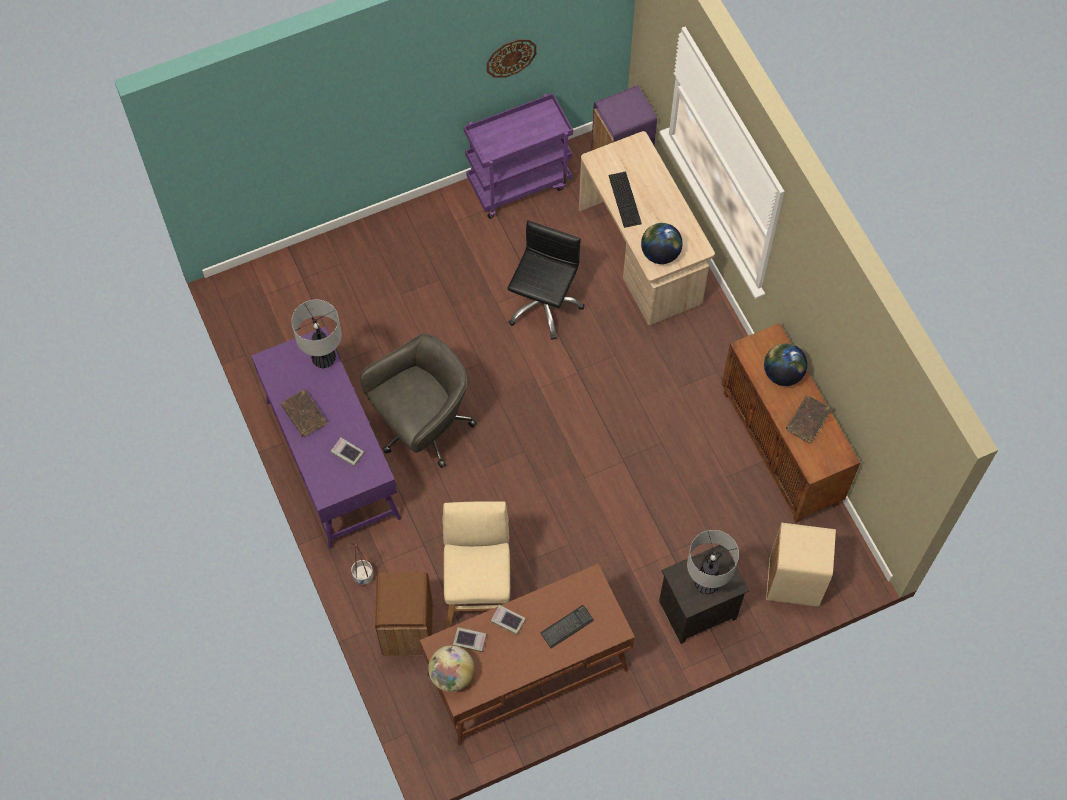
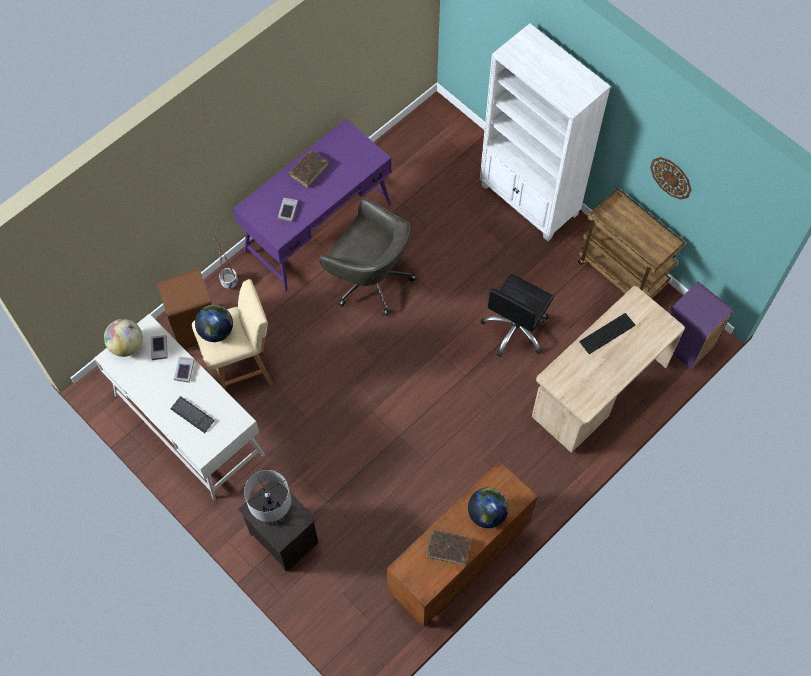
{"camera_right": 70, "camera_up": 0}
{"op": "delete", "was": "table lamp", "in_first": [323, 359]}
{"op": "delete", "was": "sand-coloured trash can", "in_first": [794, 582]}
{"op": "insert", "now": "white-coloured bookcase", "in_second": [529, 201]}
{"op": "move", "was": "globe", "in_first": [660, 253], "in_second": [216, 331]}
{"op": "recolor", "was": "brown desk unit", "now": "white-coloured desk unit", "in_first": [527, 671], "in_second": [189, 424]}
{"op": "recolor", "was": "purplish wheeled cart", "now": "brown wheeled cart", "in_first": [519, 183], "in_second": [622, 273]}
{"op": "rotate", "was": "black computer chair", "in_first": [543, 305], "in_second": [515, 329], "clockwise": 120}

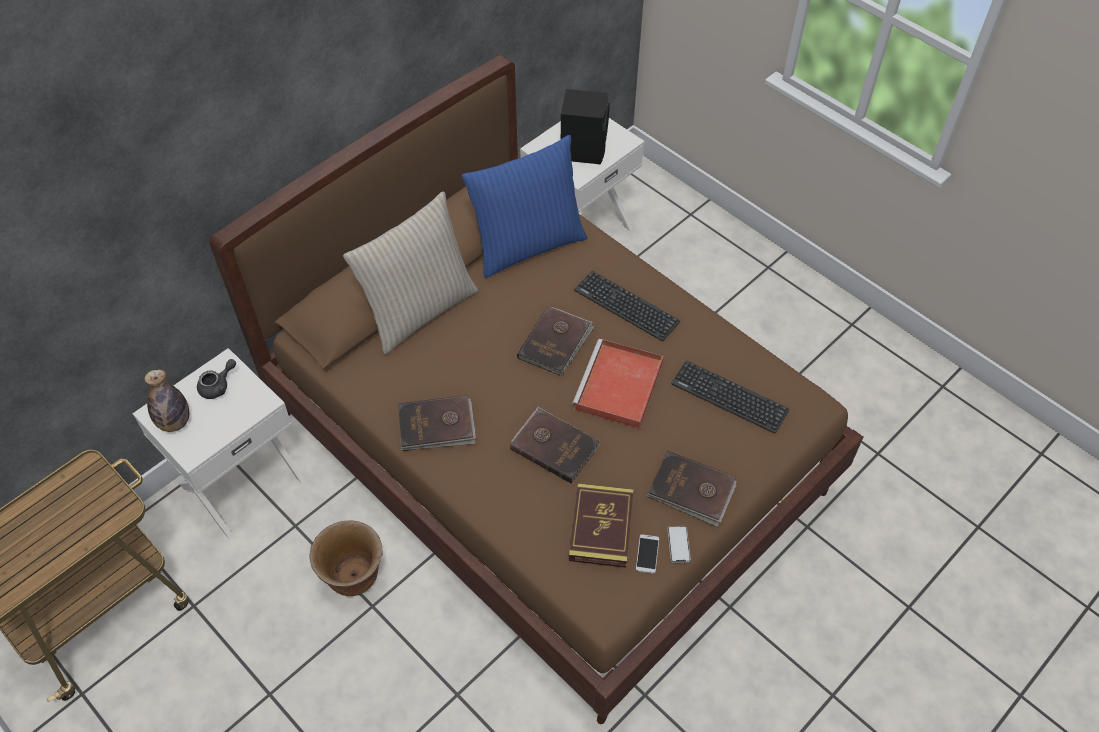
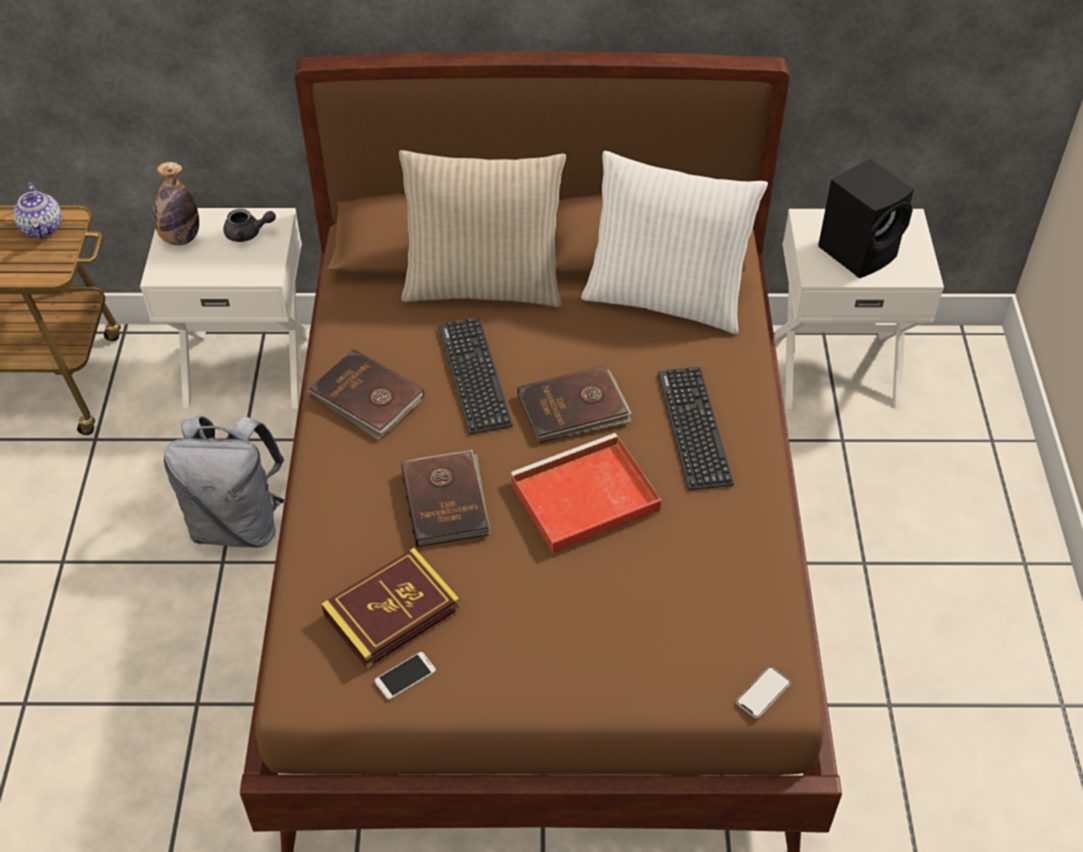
{"camera_right": 45, "camera_up": -5}
{"op": "delete", "was": "brown volume", "in_first": [691, 490]}
{"op": "insert", "now": "pot for tea", "in_second": [42, 227]}
{"op": "move", "was": "phone", "in_first": [678, 544], "in_second": [763, 693]}
{"op": "move", "was": "computer keyboard", "in_first": [729, 397], "in_second": [474, 375]}
{"op": "replace", "was": "brown plant pot", "now": "gray rucksack", "in_first": [354, 577], "in_second": [238, 524]}
{"op": "recolor", "was": "bluish cushion", "now": "white-coloured cushion", "in_first": [527, 245], "in_second": [665, 298]}

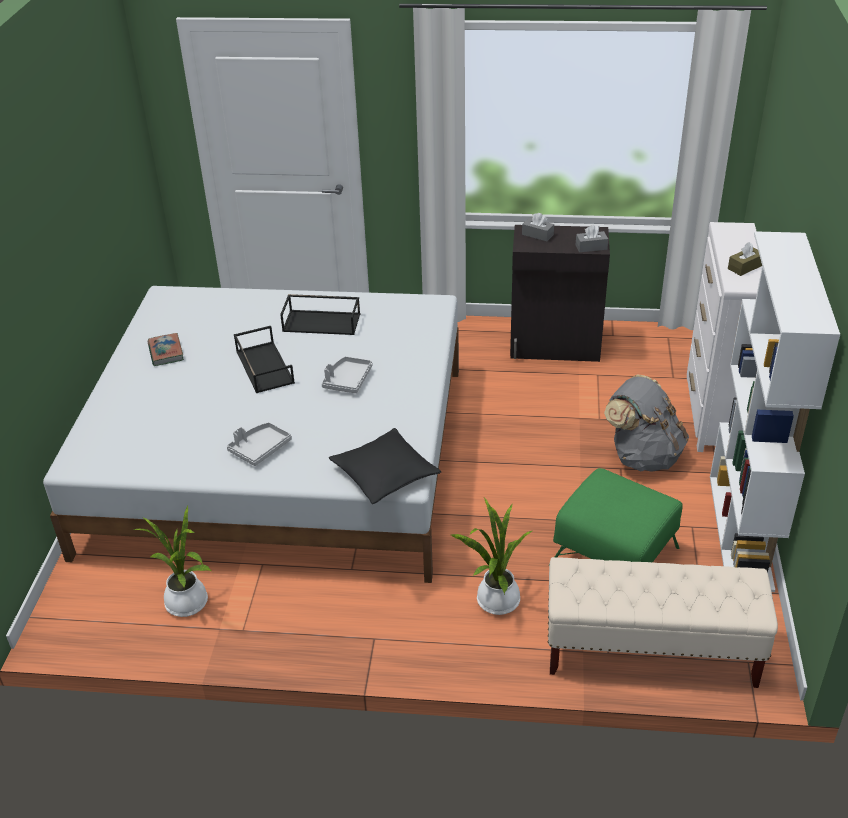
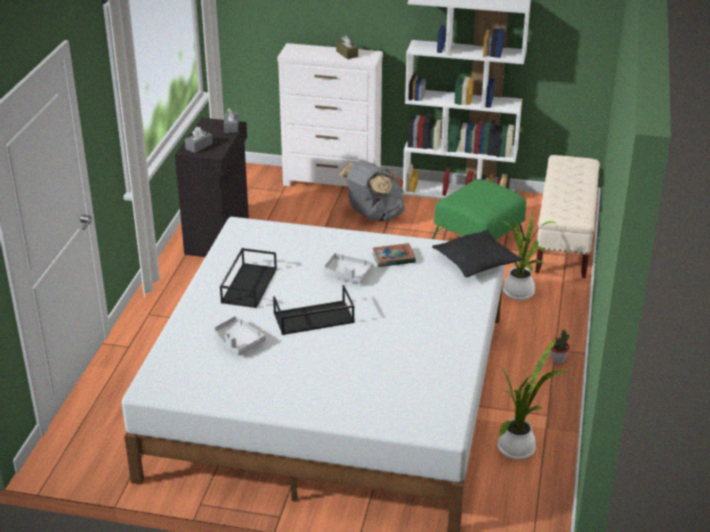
{"camera_right": -85, "camera_up": -5}
{"op": "insert", "now": "houseplant", "in_second": [558, 360]}
{"op": "move", "was": "volume", "in_first": [166, 352], "in_second": [393, 258]}
{"op": "move", "was": "gray carrying tray", "in_first": [260, 449], "in_second": [237, 342]}

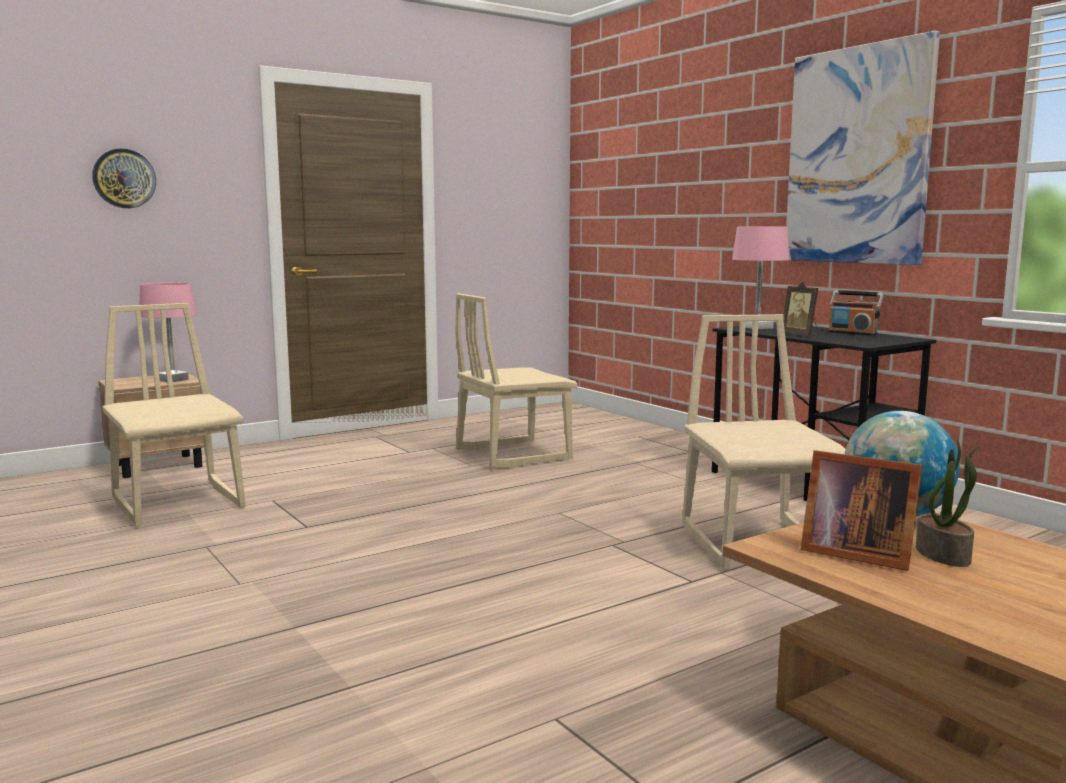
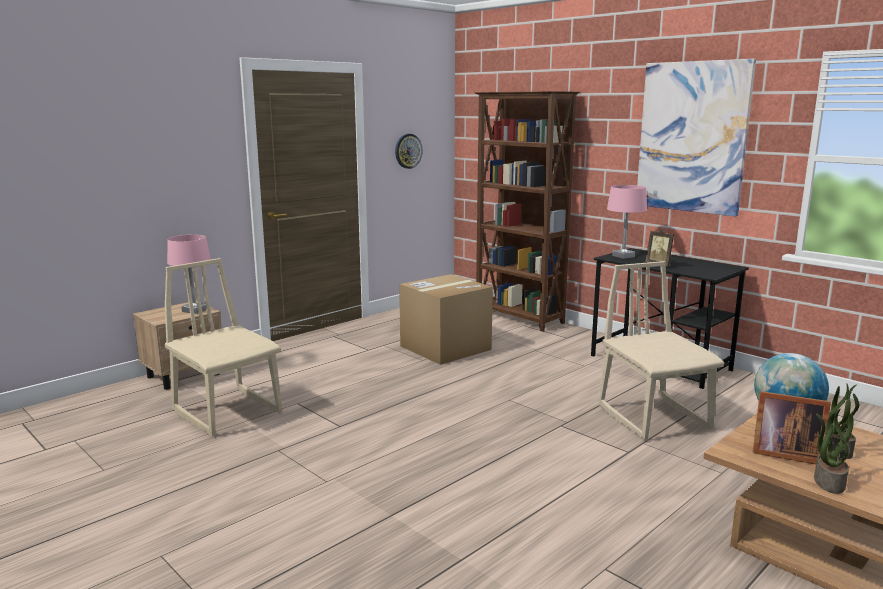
{"camera_right": -10, "camera_up": 5}
{"op": "delete", "was": "radio", "in_first": [853, 333]}
{"op": "insert", "now": "brown bookcase", "in_second": [519, 318]}
{"op": "insert", "now": "houseplant", "in_second": [828, 482]}
{"op": "move", "was": "clock on the wall", "in_first": [124, 178], "in_second": [408, 151]}
{"op": "replace", "was": "sand-coloured upright chair", "now": "carton", "in_first": [513, 454], "in_second": [445, 348]}

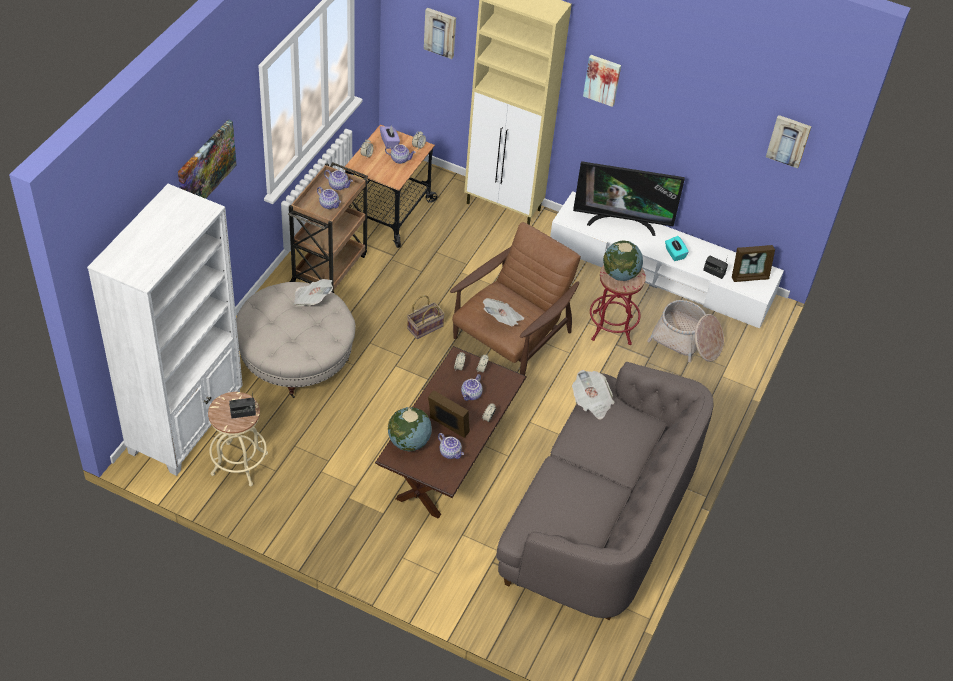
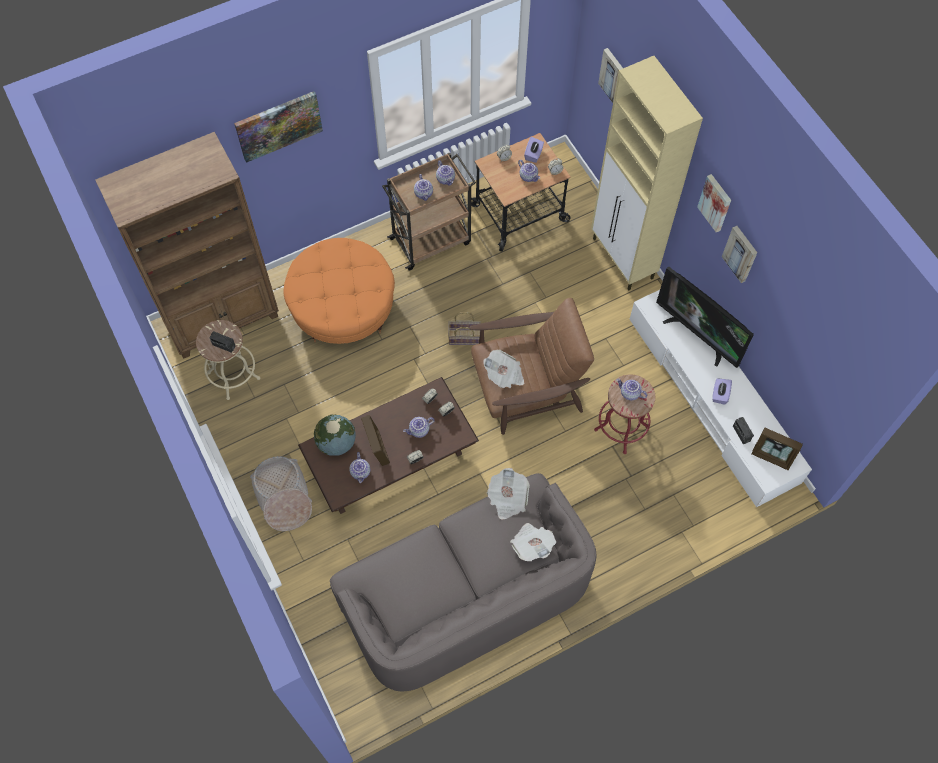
{"camera_right": 40, "camera_up": 15}
{"op": "move", "was": "printed paper", "in_first": [312, 300], "in_second": [532, 545]}
{"op": "move", "was": "household basket", "in_first": [686, 341], "in_second": [283, 497]}
{"op": "move", "was": "wall picture", "in_first": [789, 140], "in_second": [741, 253]}
{"op": "replace", "was": "globe", "now": "pot for tea", "in_first": [620, 274], "in_second": [629, 393]}
{"op": "recolor", "was": "white-coloured bookcase", "now": "brown bookcase", "in_first": [187, 423], "in_second": [223, 318]}
{"op": "recolor", "was": "sand-coloured pouffe", "now": "orange-coloured pouffe", "in_first": [296, 358], "in_second": [343, 308]}
{"op": "recolor", "was": "blue-green box of tissues", "now": "purplish box of tissues", "in_first": [674, 254], "in_second": [719, 394]}

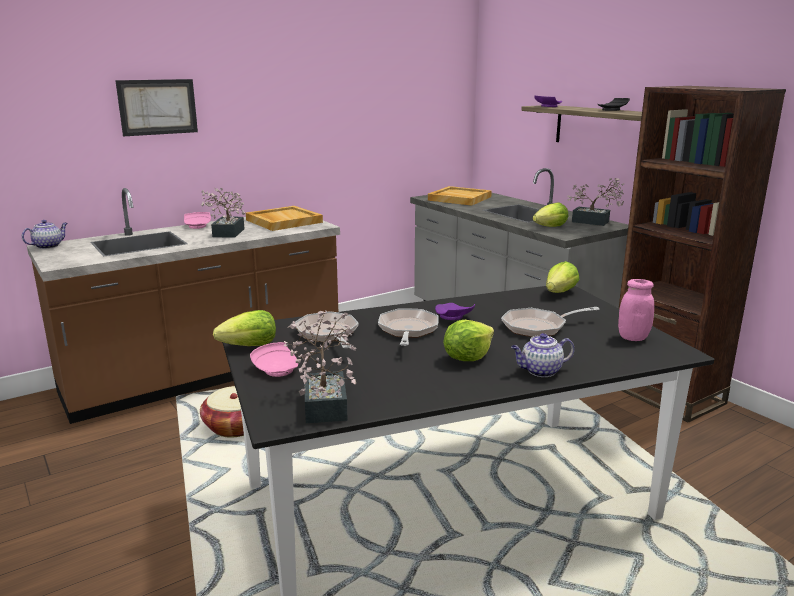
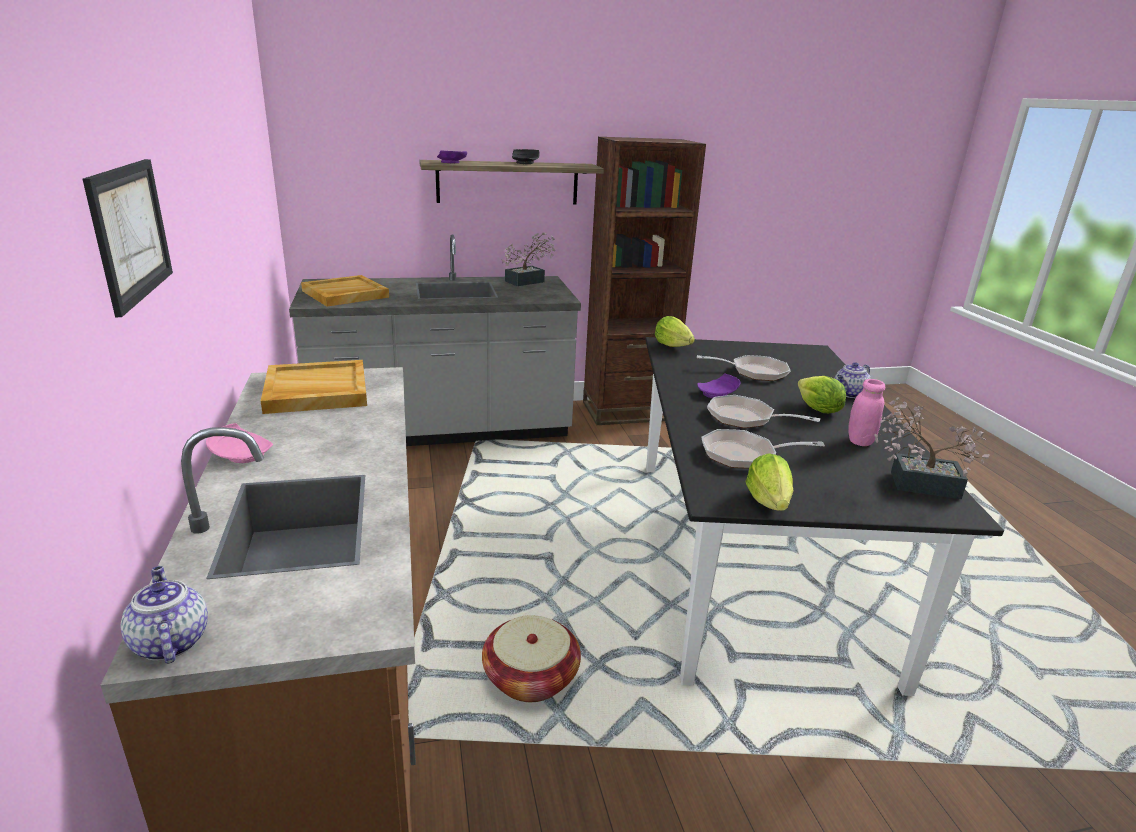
{"camera_right": -70, "camera_up": 5}
{"op": "delete", "was": "houseplant", "in_first": [226, 234]}
{"op": "delete", "was": "pink plate", "in_first": [277, 369]}
{"op": "delete", "was": "lettuce", "in_first": [550, 227]}
{"op": "move", "was": "pink jar", "in_first": [633, 337], "in_second": [860, 441]}
{"op": "rotate", "was": "pan", "in_first": [538, 327], "in_second": [754, 372], "clockwise": -90}
{"op": "rotate", "was": "pot for tea", "in_first": [540, 371], "in_second": [849, 394], "clockwise": 45}

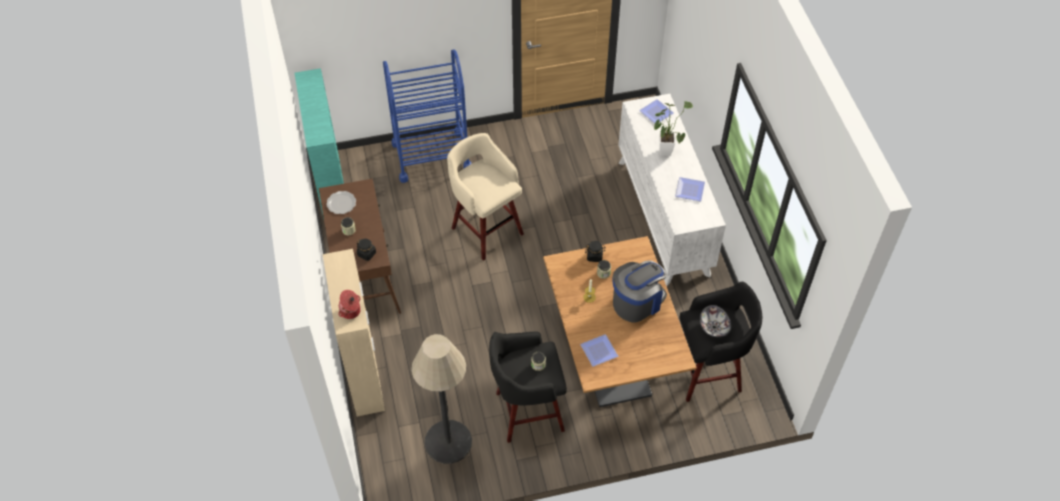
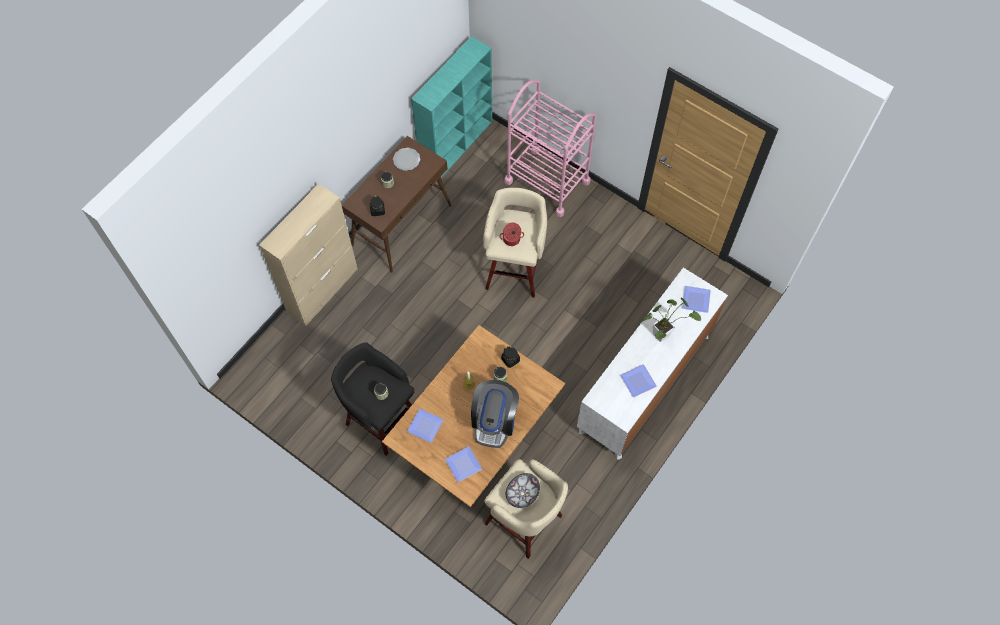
{"camera_right": 50, "camera_up": 10}
{"op": "delete", "was": "standing lamp", "in_first": [448, 442]}
{"op": "insert", "now": "plate", "in_second": [464, 465]}
{"op": "move", "was": "cooking pot", "in_first": [351, 311], "in_second": [511, 239]}
{"op": "recolor", "was": "bluish wheeled cart", "now": "pink wheeled cart", "in_first": [431, 156], "in_second": [547, 181]}
{"op": "recolor", "was": "black stool seat", "now": "sand-coloured stool seat", "in_first": [708, 372], "in_second": [525, 521]}
{"op": "rotate", "was": "coffee brewer", "in_first": [637, 302], "in_second": [494, 420], "clockwise": 90}

